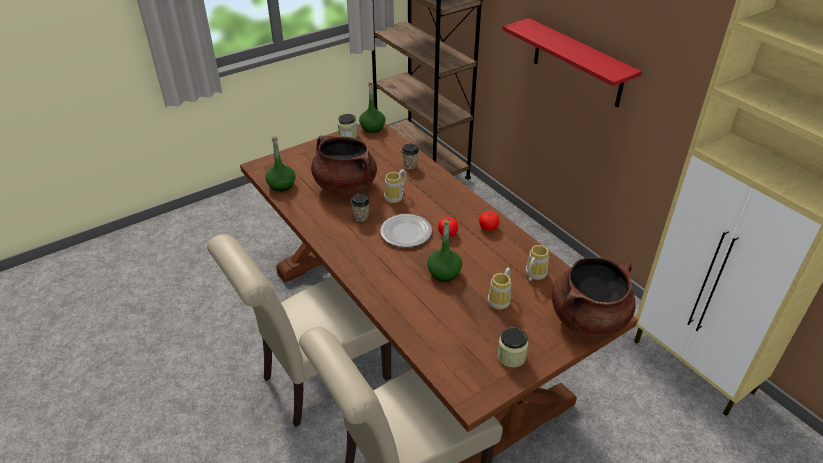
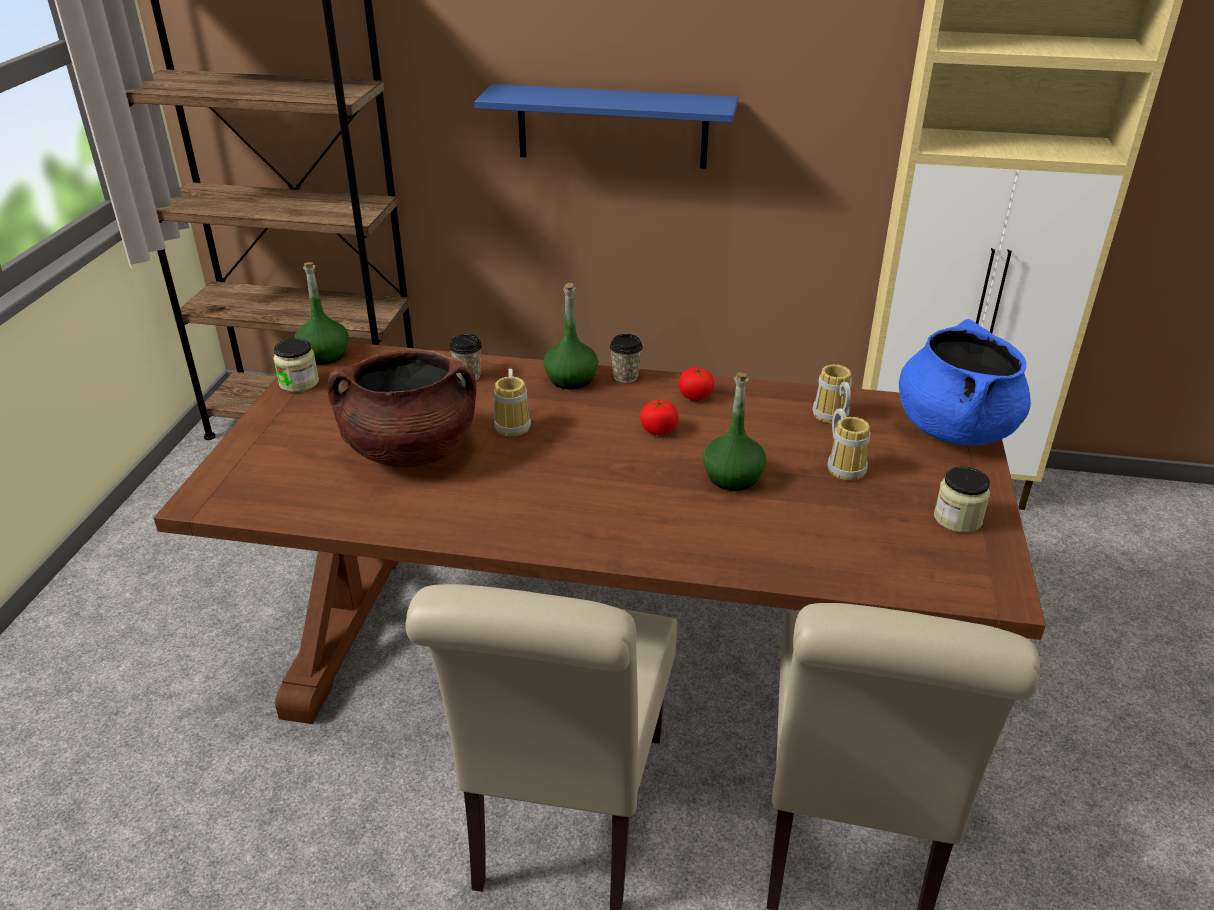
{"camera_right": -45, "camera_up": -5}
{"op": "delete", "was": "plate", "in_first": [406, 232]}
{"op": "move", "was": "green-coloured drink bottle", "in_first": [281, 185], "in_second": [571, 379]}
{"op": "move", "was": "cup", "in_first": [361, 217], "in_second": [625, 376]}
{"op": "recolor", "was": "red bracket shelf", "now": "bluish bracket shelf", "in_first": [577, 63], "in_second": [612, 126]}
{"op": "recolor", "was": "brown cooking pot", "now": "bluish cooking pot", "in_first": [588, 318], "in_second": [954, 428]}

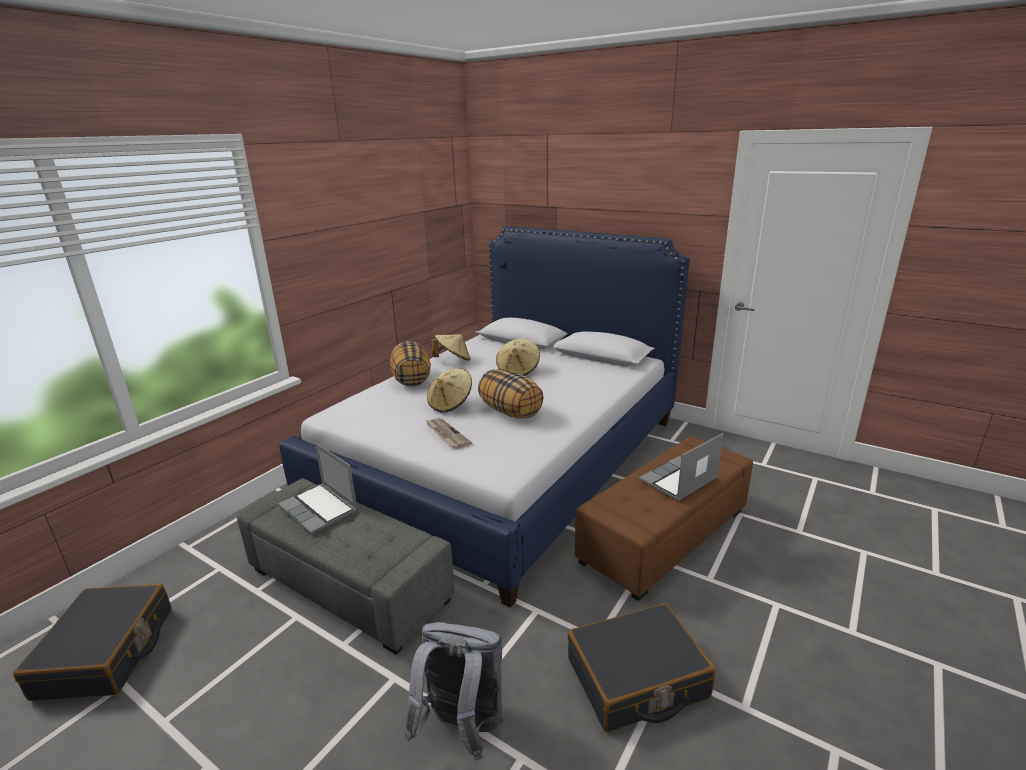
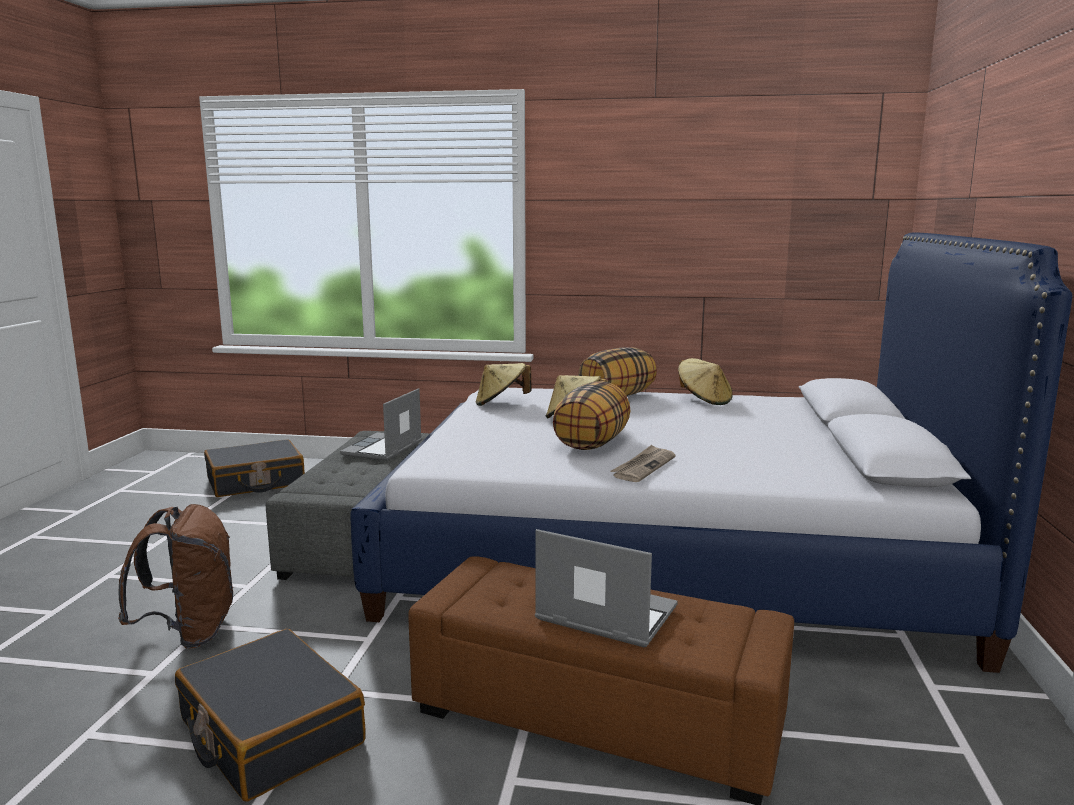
{"camera_right": 65, "camera_up": -10}
{"op": "move", "was": "printed paper", "in_first": [446, 434], "in_second": [643, 466]}
{"op": "move", "was": "sand-coloured wearable hat", "in_first": [518, 370], "in_second": [501, 403]}
{"op": "recolor", "was": "gray rucksack", "now": "brown rucksack", "in_first": [462, 728], "in_second": [189, 633]}

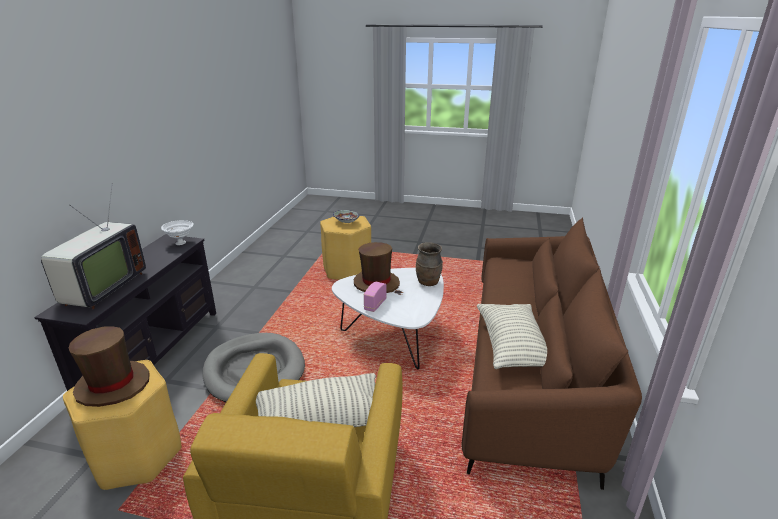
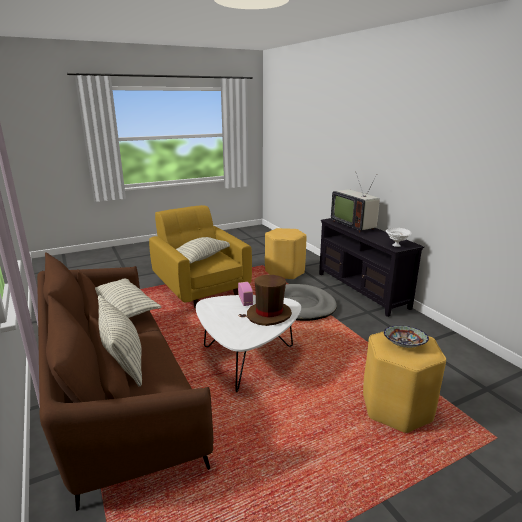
{"camera_right": 140, "camera_up": -5}
{"op": "delete", "was": "brown wearable hat", "in_first": [113, 385]}
{"op": "delete", "was": "brown decorative vase", "in_first": [428, 283]}
{"op": "insert", "now": "cushion", "in_second": [123, 359]}

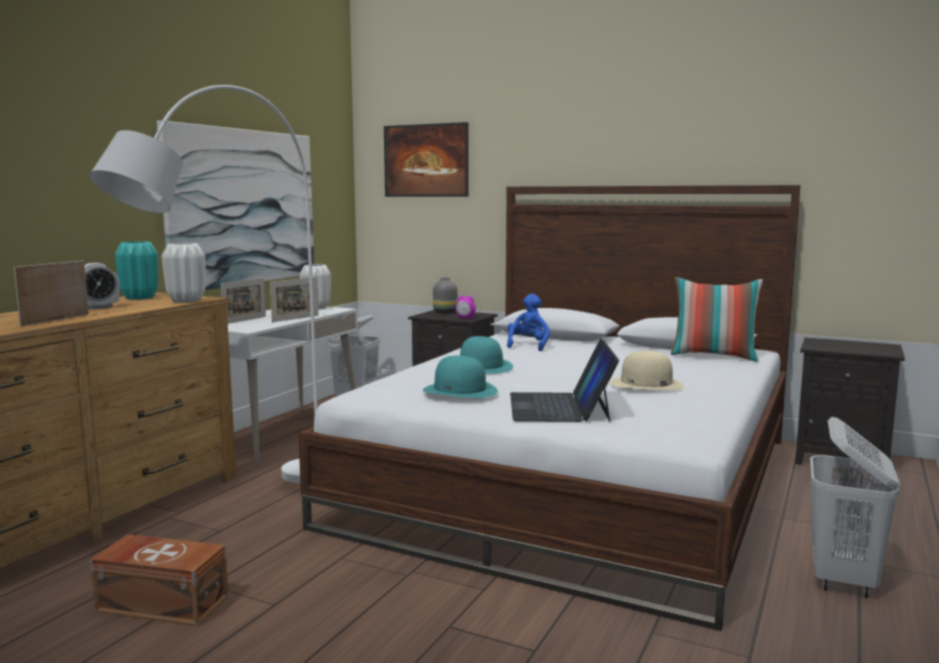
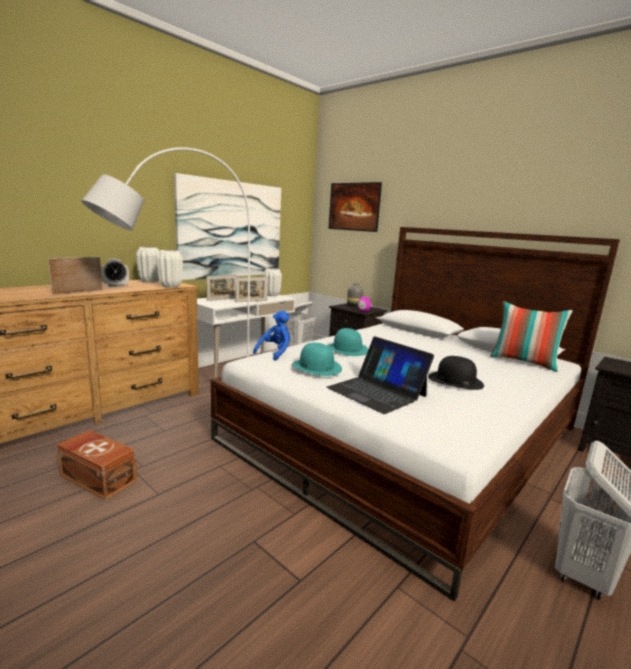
{"camera_right": 15, "camera_up": 5}
{"op": "move", "was": "bluish plush toy", "in_first": [528, 346], "in_second": [275, 353]}
{"op": "recolor", "was": "blue-green decorative vase", "now": "white-coloured decorative vase", "in_first": [140, 298], "in_second": [150, 281]}
{"op": "recolor", "was": "sand-coloured wearable hat", "now": "black wearable hat", "in_first": [646, 384], "in_second": [455, 380]}
{"op": "rotate", "was": "notebook computer", "in_first": [560, 407], "in_second": [377, 392], "clockwise": -60}

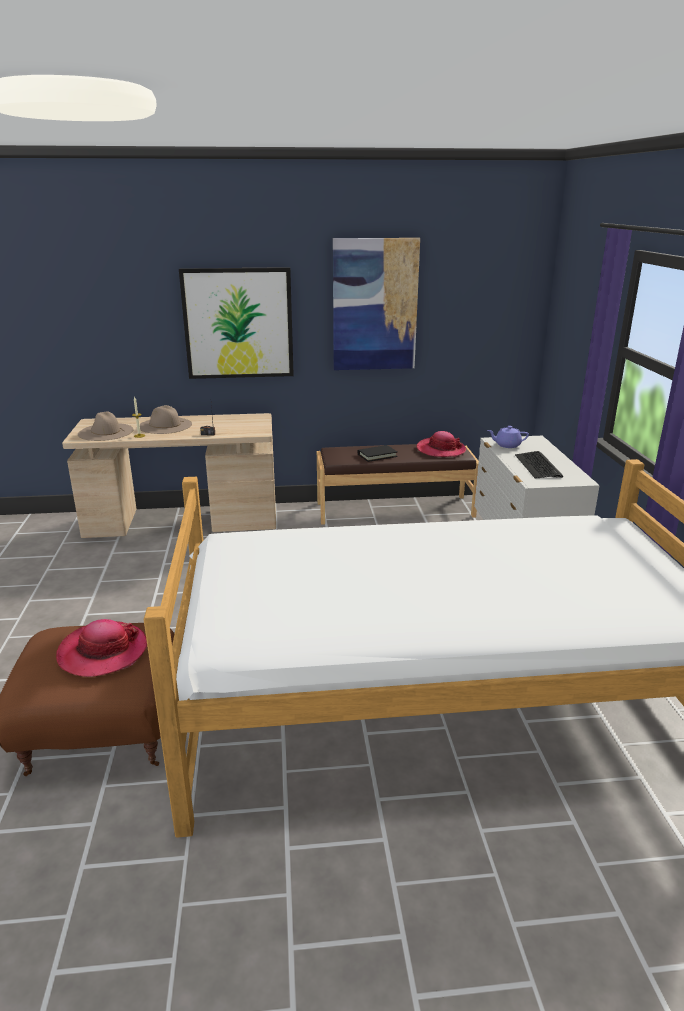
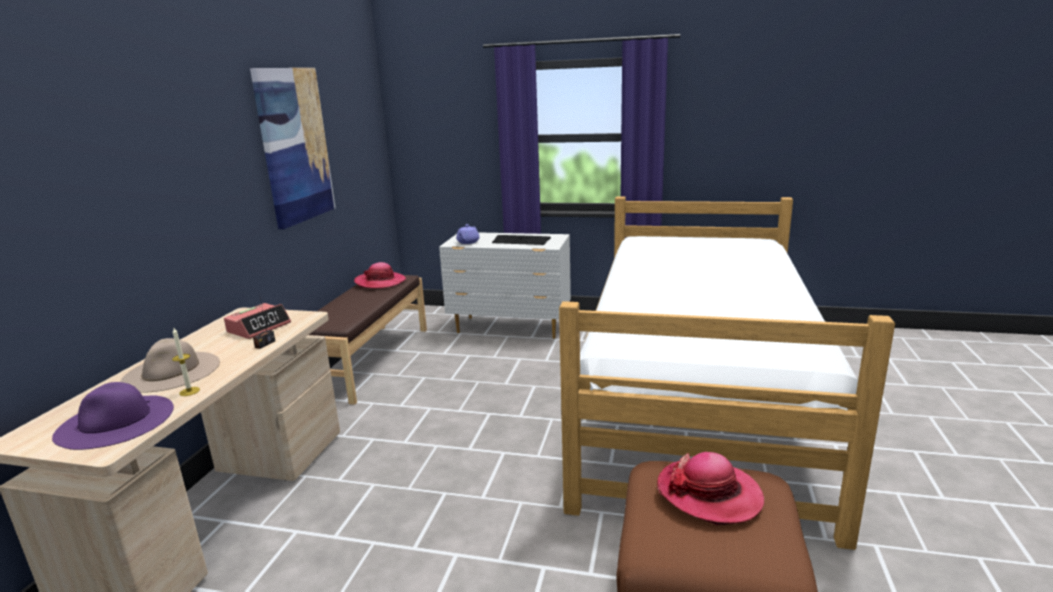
{"camera_right": -70, "camera_up": -5}
{"op": "delete", "was": "wall picture", "in_first": [238, 323]}
{"op": "delete", "was": "black volume", "in_first": [377, 455]}
{"op": "insert", "now": "bedside clock", "in_second": [259, 327]}
{"op": "recolor", "was": "sand-coloured wearable hat", "now": "purplish wearable hat", "in_first": [105, 432], "in_second": [115, 421]}

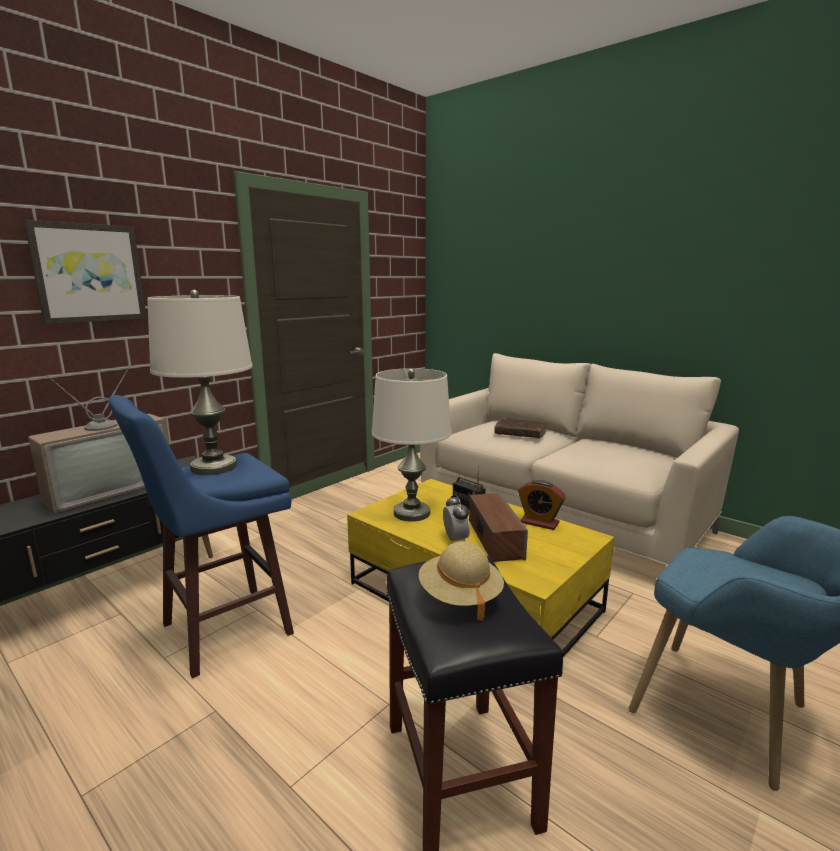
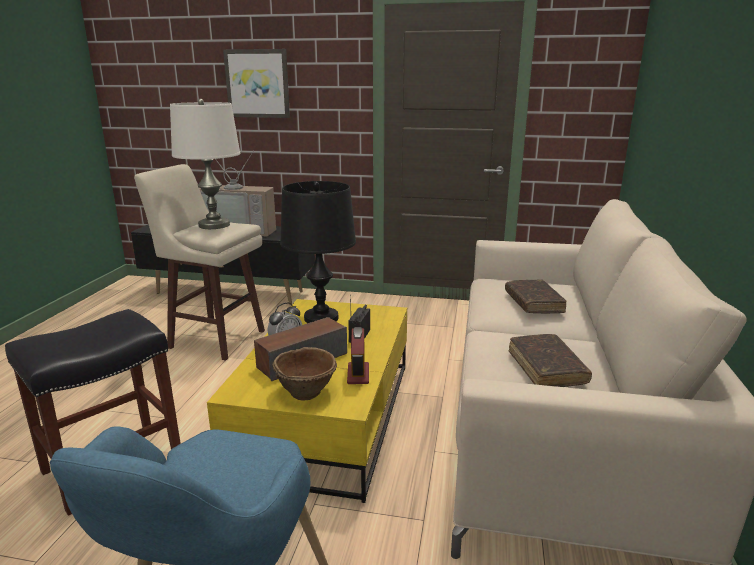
{"camera_right": 60, "camera_up": 5}
{"op": "delete", "was": "sand-coloured wearable hat", "in_first": [460, 596]}
{"op": "insert", "now": "brown serving bowl", "in_second": [306, 391]}
{"op": "insert", "now": "brown volume", "in_second": [546, 368]}
{"op": "recolor", "was": "bluish stool seat", "now": "sand-coloured stool seat", "in_first": [222, 630], "in_second": [215, 338]}
{"op": "recolor", "was": "white-coloured table lamp", "now": "black table lamp", "in_first": [412, 513], "in_second": [321, 318]}

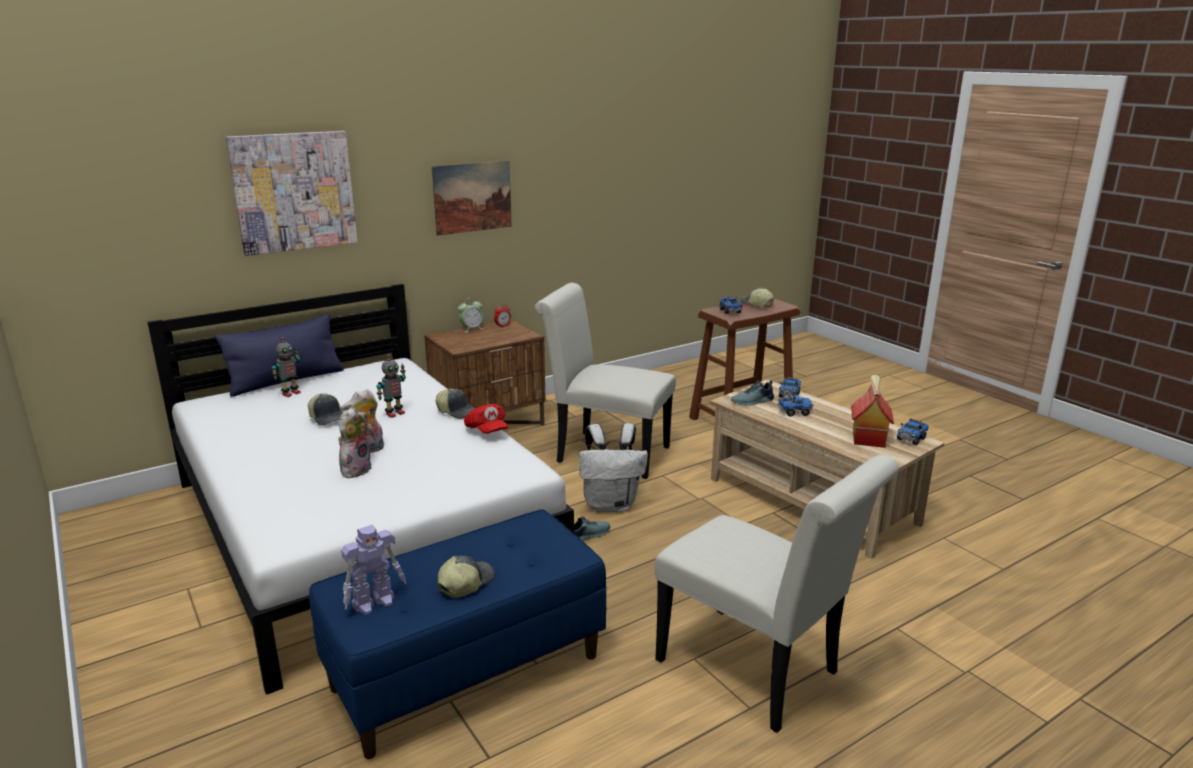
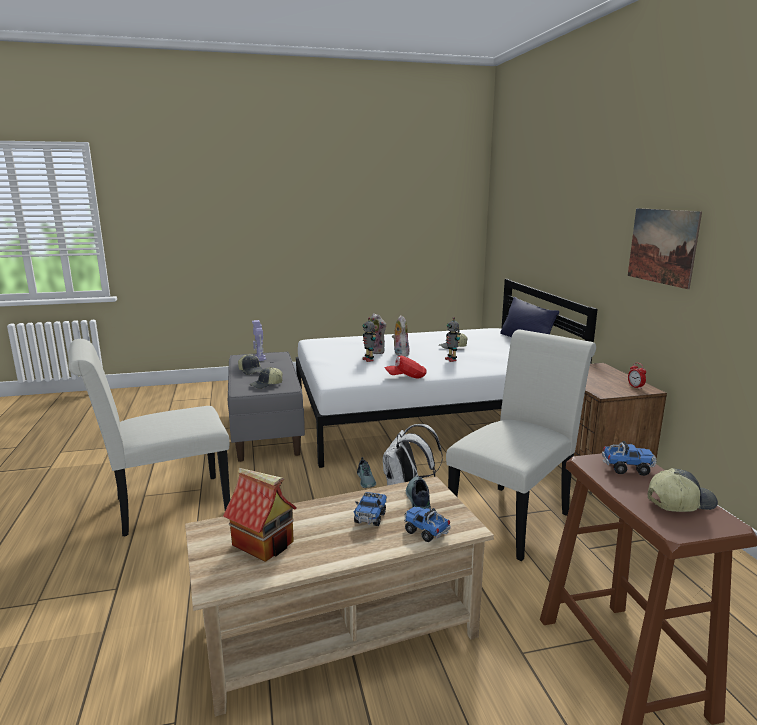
{"camera_right": 110, "camera_up": -5}
{"op": "delete", "was": "wall picture", "in_first": [294, 192]}
{"op": "delete", "was": "bedside clock", "in_first": [471, 329]}
{"op": "delete", "was": "toy lorry", "in_first": [911, 439]}
{"op": "move", "was": "model robot", "in_first": [290, 393], "in_second": [369, 359]}
{"op": "move", "was": "baseball cap", "in_first": [457, 411], "in_second": [266, 385]}
{"op": "recolor", "was": "bluish indoor bench", "now": "gray indoor bench", "in_first": [467, 671], "in_second": [266, 430]}

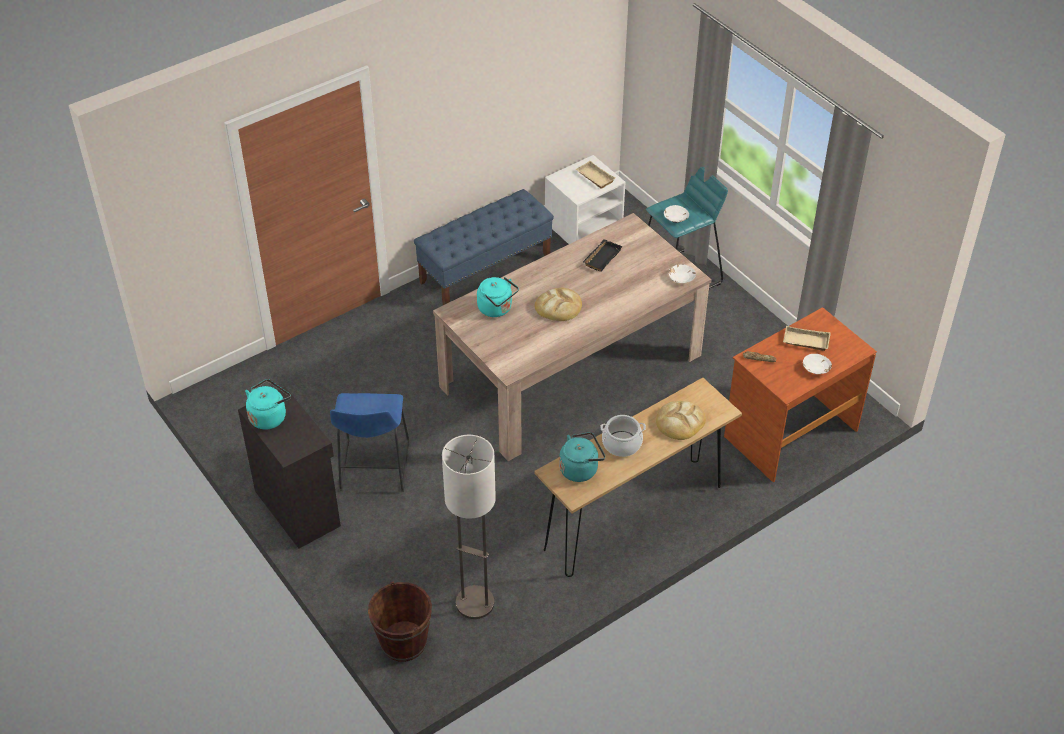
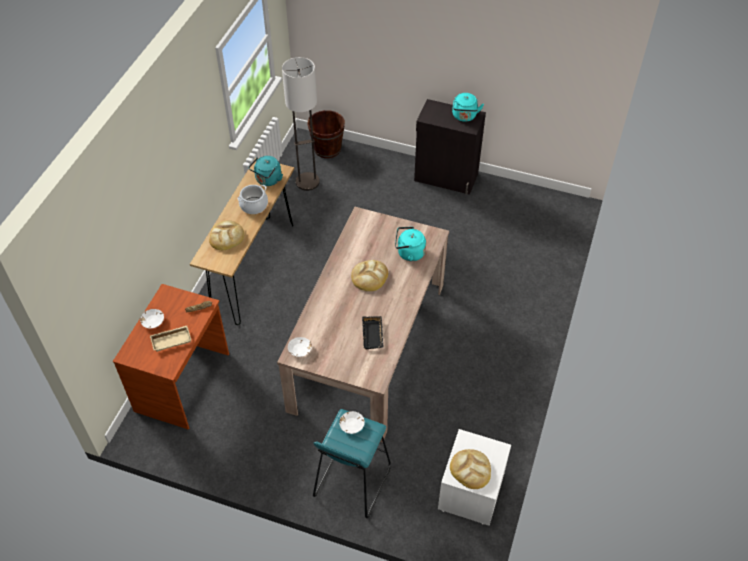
{"camera_right": 145, "camera_up": 5}
{"op": "delete", "was": "bluish stool seat", "in_first": [373, 470]}
{"op": "delete", "was": "bluish indoor bench", "in_first": [485, 270]}
{"op": "replace", "was": "sand-coloured carrying tray", "now": "bread", "in_first": [594, 177], "in_second": [470, 469]}

